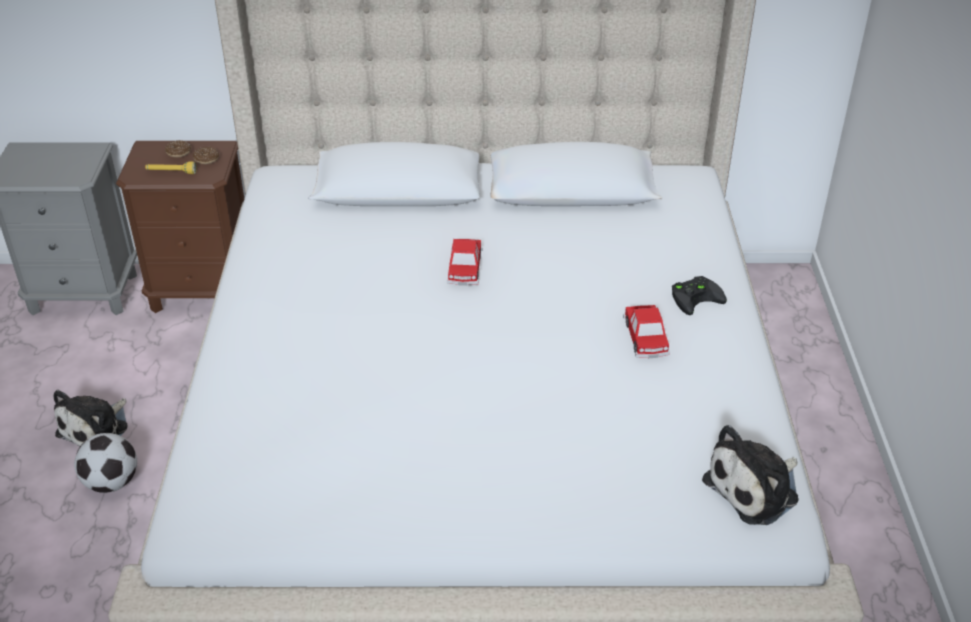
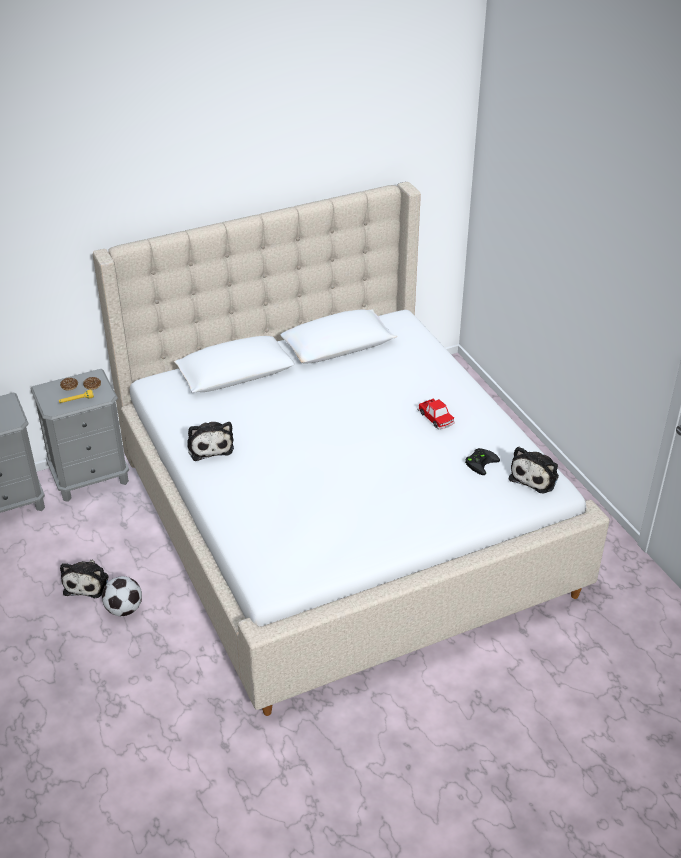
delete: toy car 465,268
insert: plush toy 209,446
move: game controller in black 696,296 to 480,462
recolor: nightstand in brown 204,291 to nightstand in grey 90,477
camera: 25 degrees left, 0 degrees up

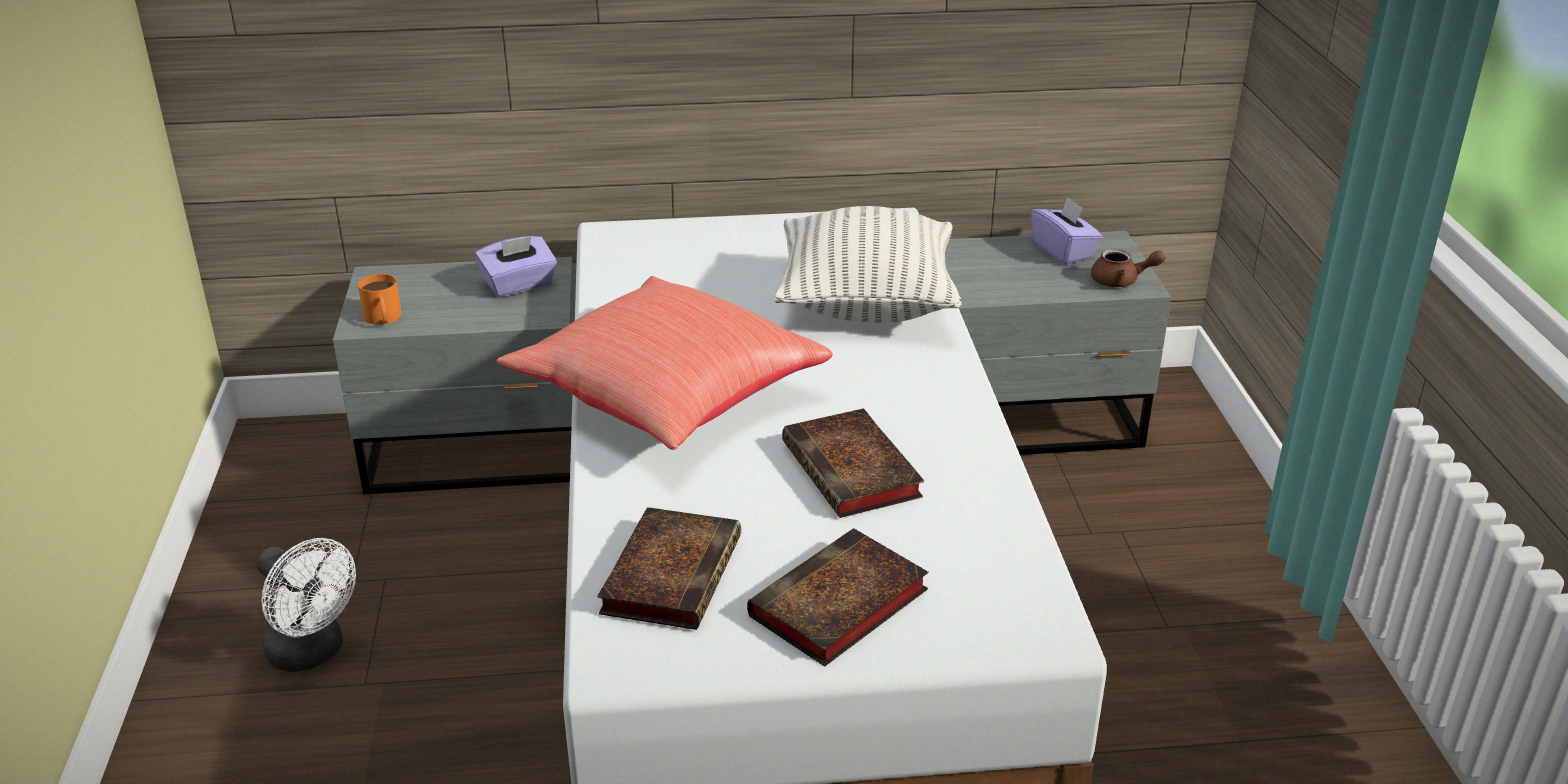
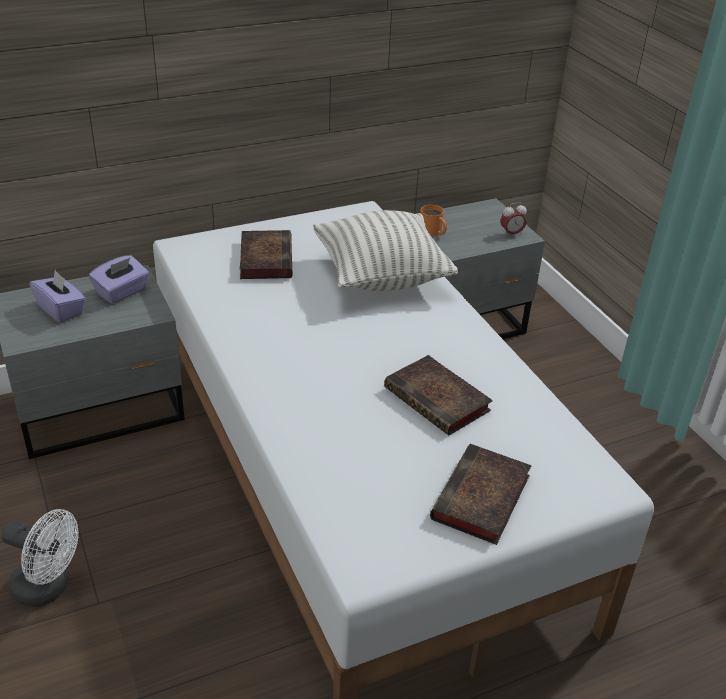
delete: pillow in red 665,400
move: mug in orange 383,319 to 433,232; book 671,573 to 265,258; tissue box in purple 1063,251 to 61,310
replace: teapot in brown 1121,281 to alarm clock 511,234
camera: 20 degrees left, 5 degrees up

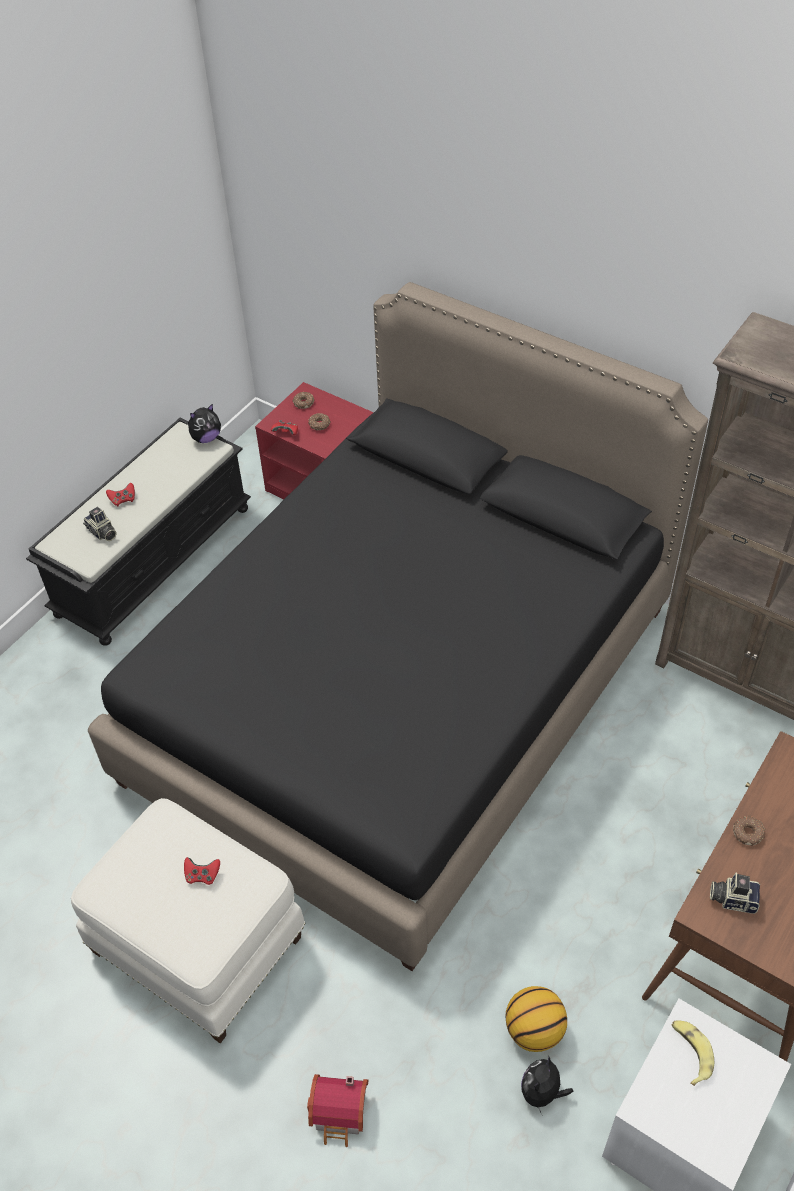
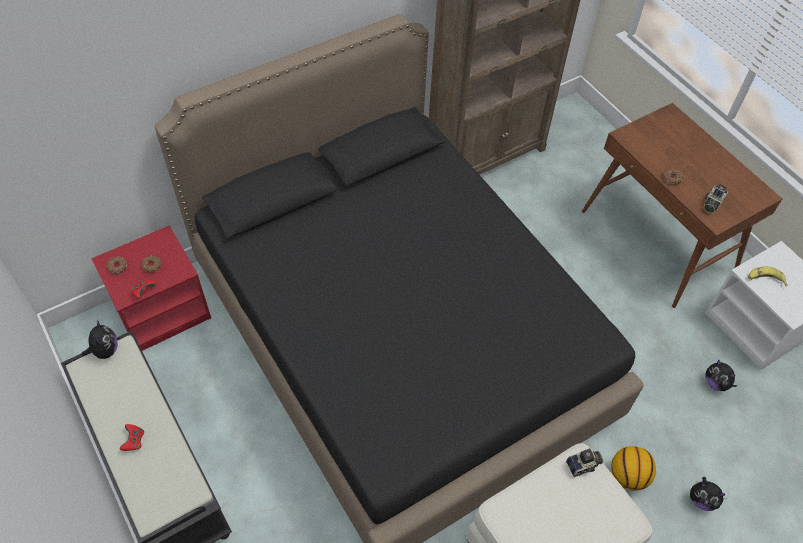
delete: game controller in red 202,875
move: photo camera 102,533 to 583,466; basketball 534,1030 to 628,476
replace: toy house 341,1114 to plush toy 701,500
camera: 70 degrees left, 5 degrees up

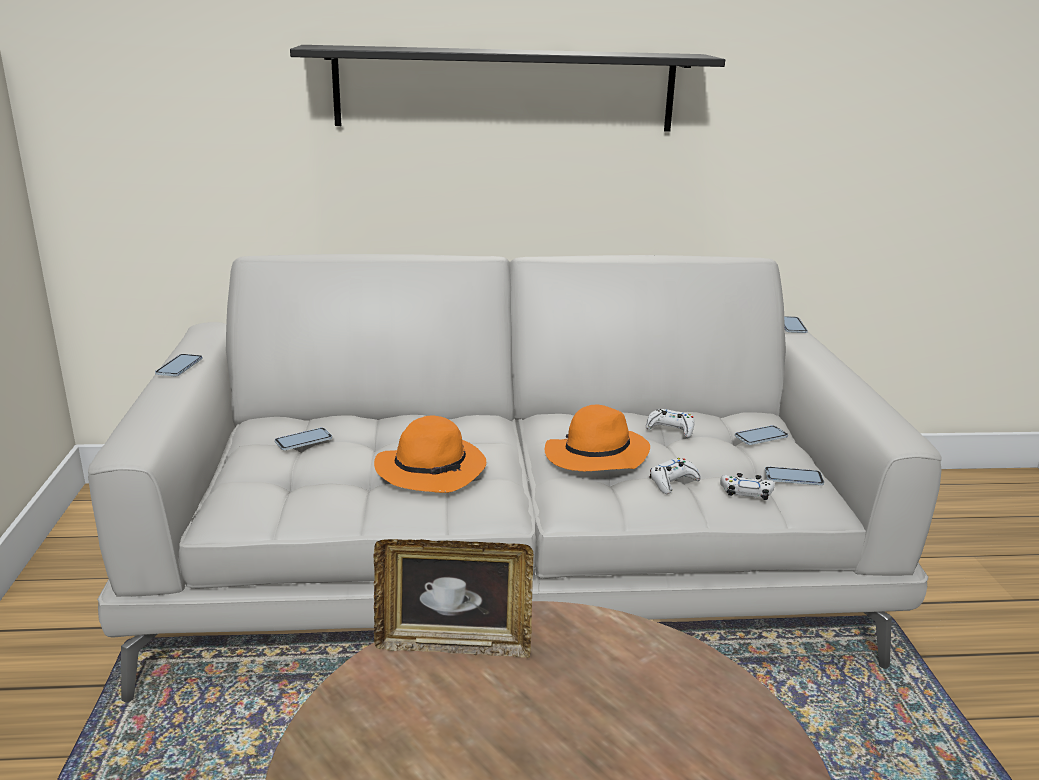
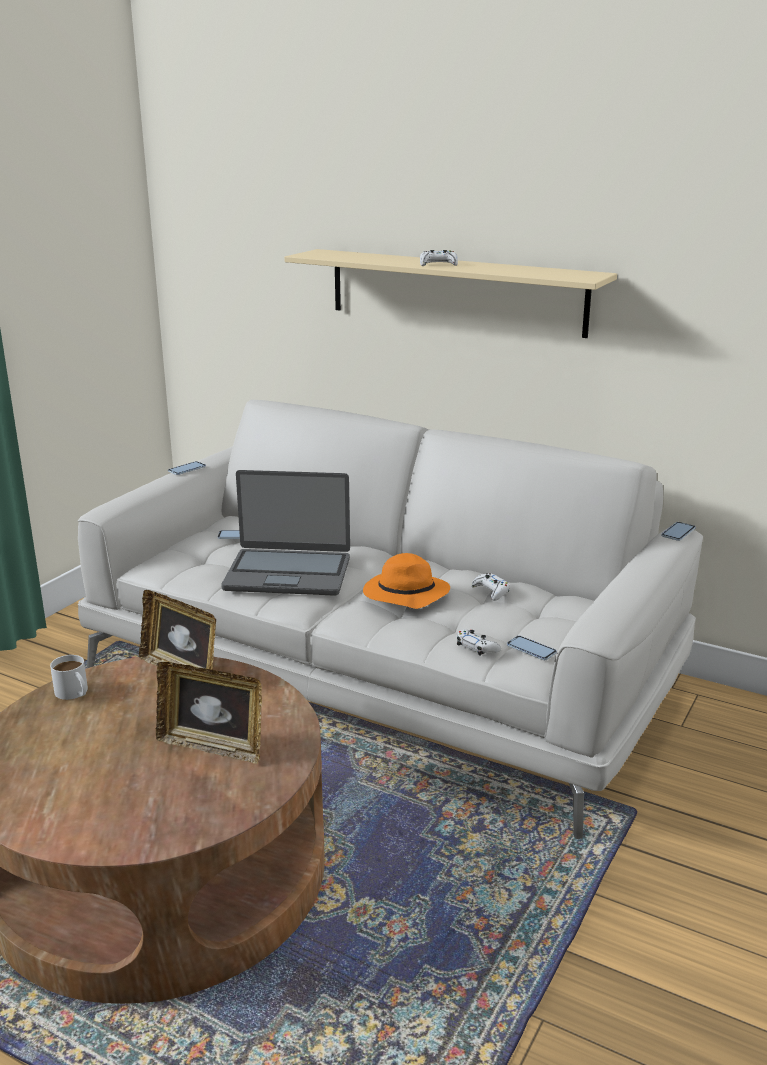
delete: phone 761,436
insert: mug in white 74,693; picture frame 212,746
move: game controller in white 673,482 to 438,264
replace: hat in orange 432,469 to laptop 288,573
recolor: shelf in black 505,89 to shelf in beige 455,291
camera: 35 degrees right, 0 degrees up

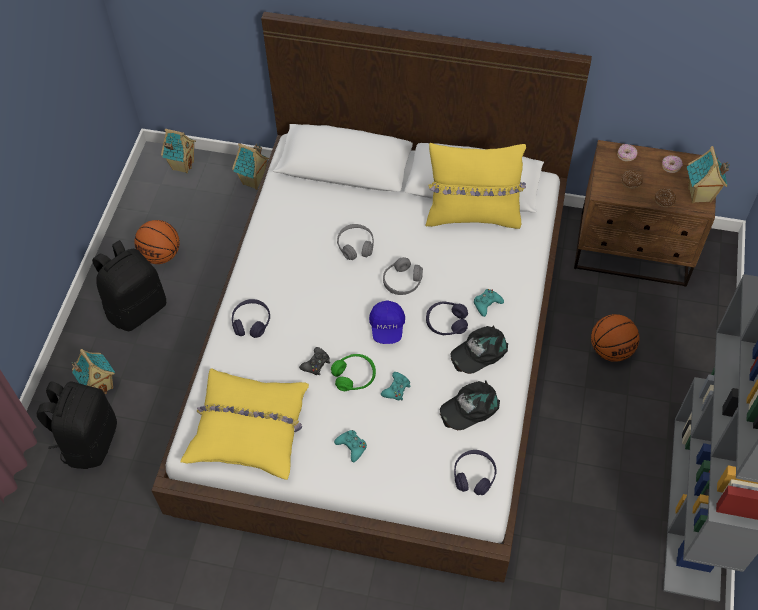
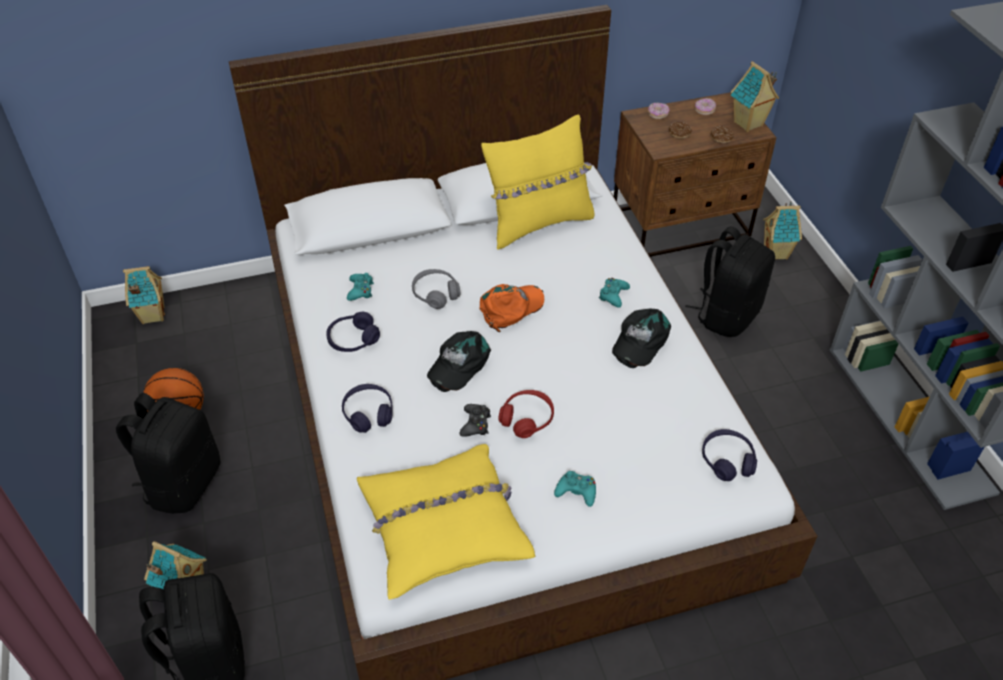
delete: cap in blue 387,327
move: toy house 254,181 to 776,253; game controller in turquoise 396,389 to 360,290; headphones in purple 446,322 to 353,339; cap in black 470,407 to 458,364
replace: headphones in grey 402,281 to cap in orange 511,308; basketball 611,349 to backpack in black 726,315
recolor: headphones in green 354,376 to headphones in red 527,419
camera: 30 degrees left, 10 degrees down

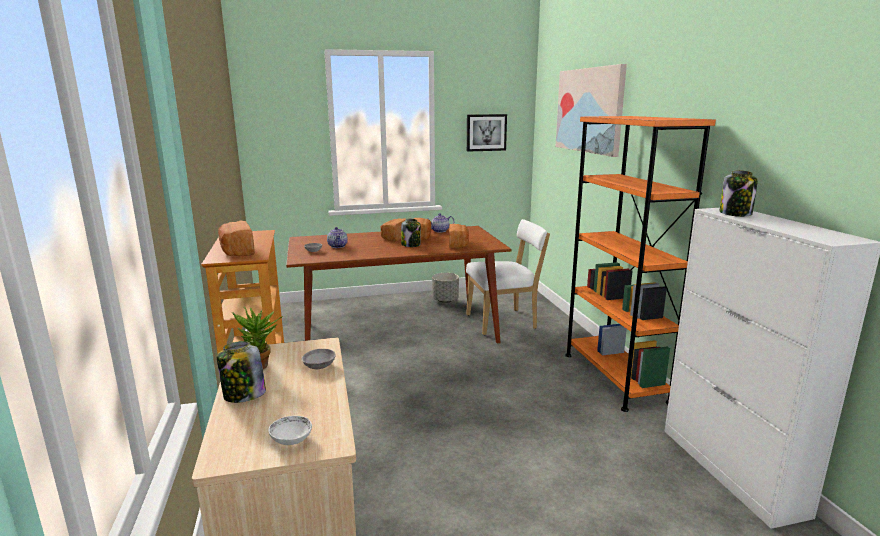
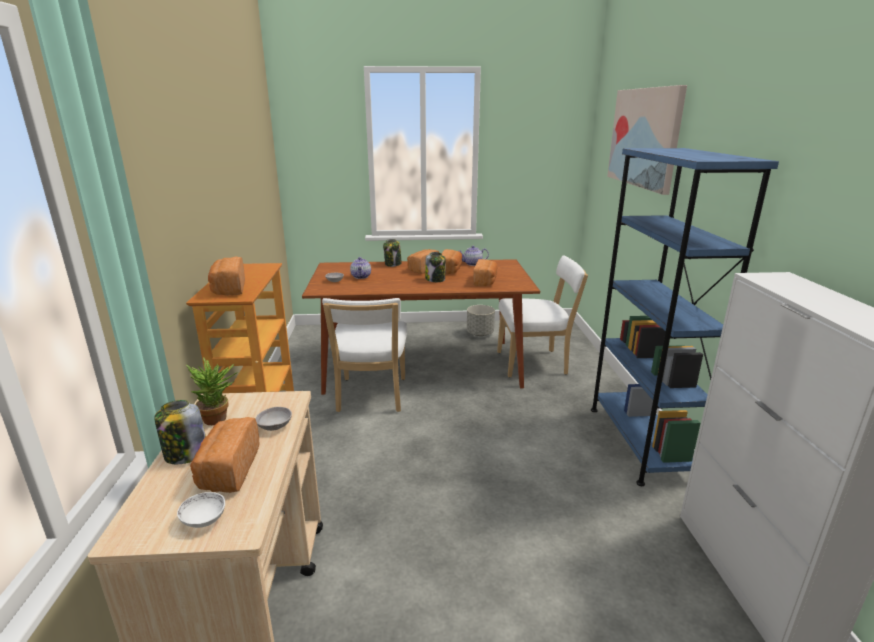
delete: picture 486,132
insert: bread 228,470; chair in white 371,397
move: jar 736,213 to 393,264
recolor: bookcase in orange 614,377 to bookcase in blue 639,442
camera: 10 degrees right, 5 degrees up

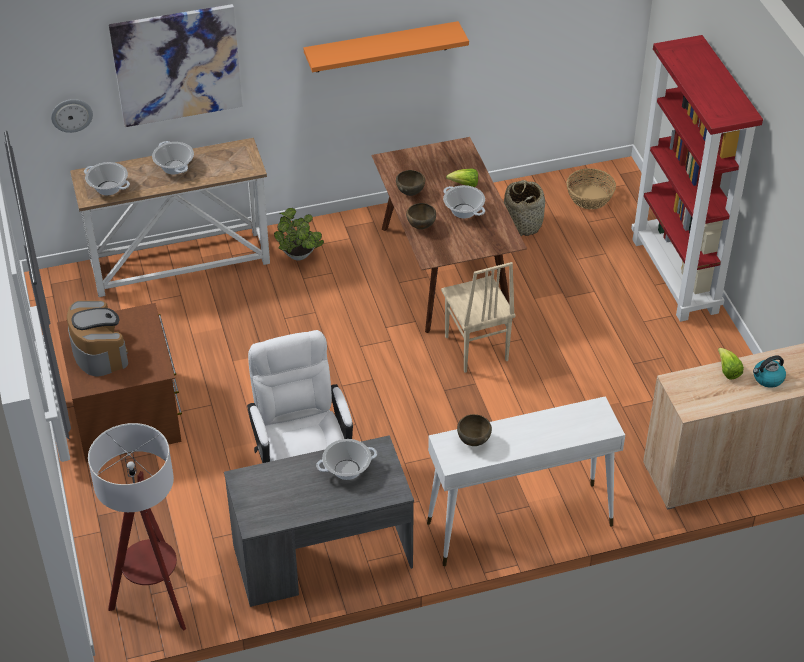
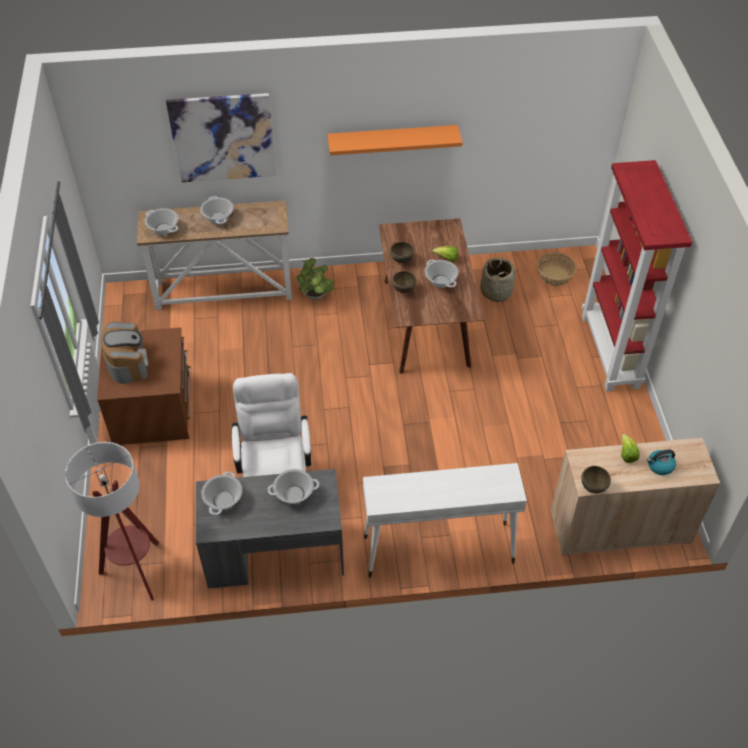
delete: wall clock 71,115; chair in beige 475,349
insert: cooking pot 223,500
move: bowl in brown 473,441 to 593,487
camera: 10 degrees right, 5 degrees up

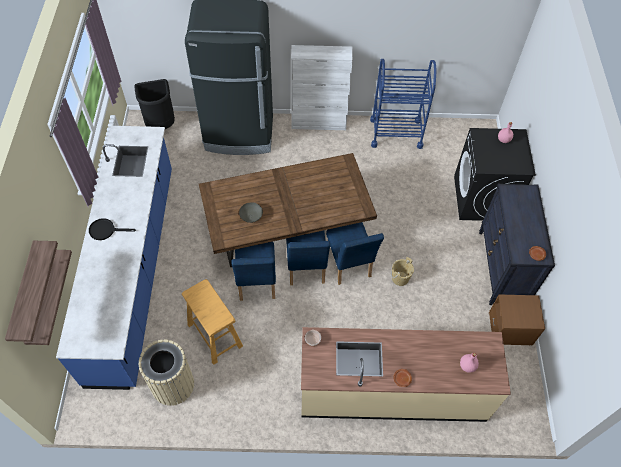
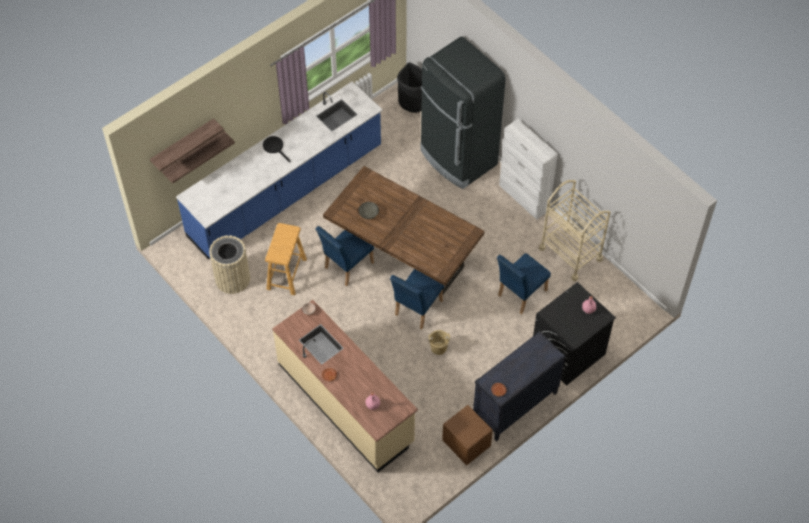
move: chair in blue 305,269 to 519,295
recolor: cart in blue 396,133 to cart in beige 570,253
camera: 50 degrees right, 0 degrees up

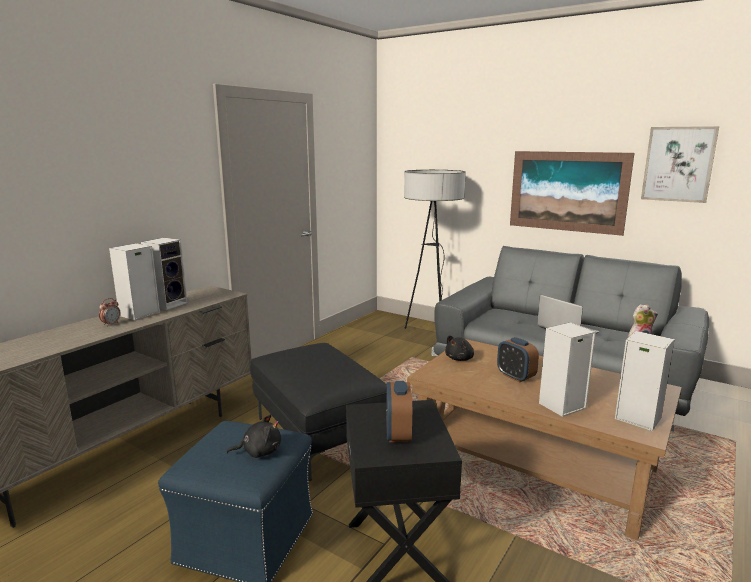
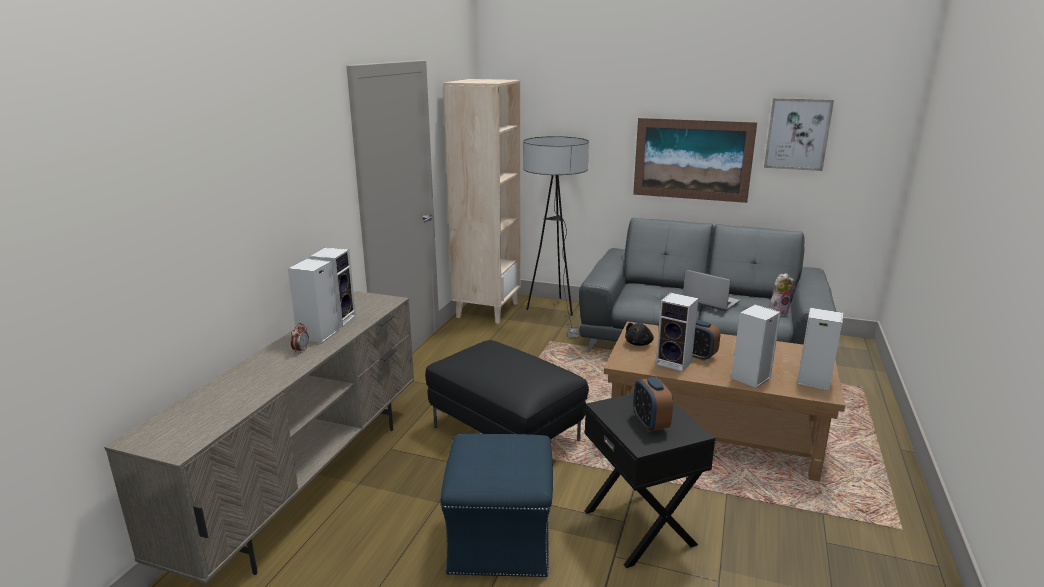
delete: plush toy in black 259,451
insert: bookcase in beige 487,310; speaker 675,363
camera: 15 degrees left, 5 degrees up

